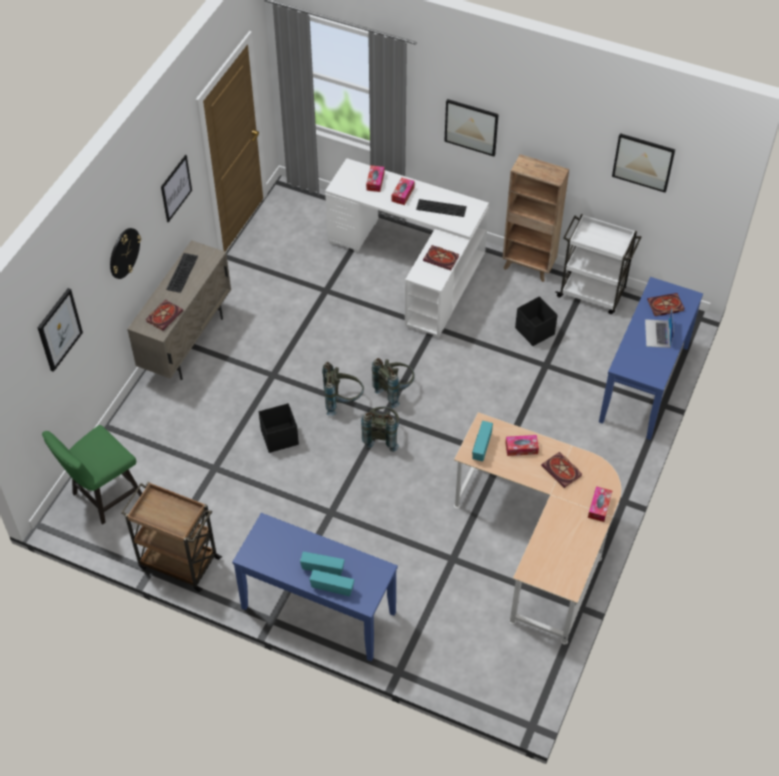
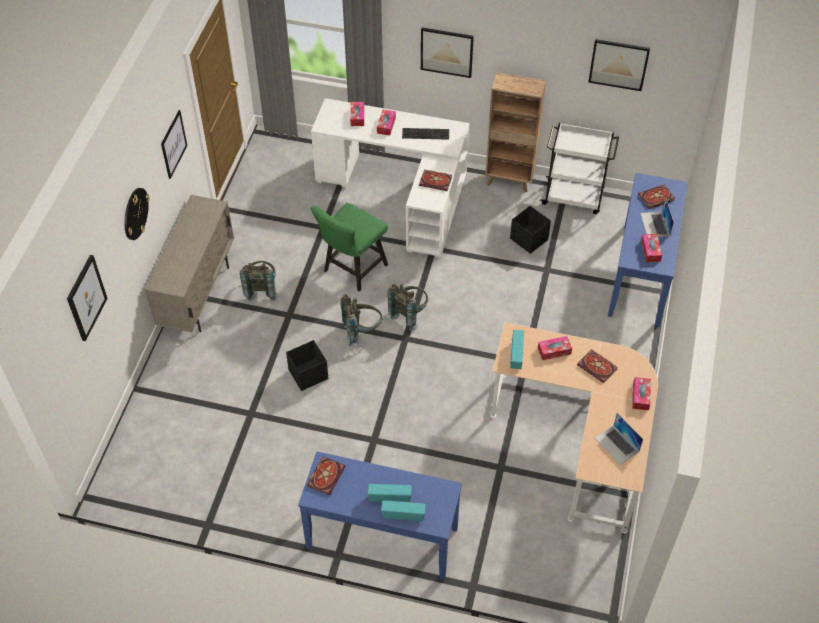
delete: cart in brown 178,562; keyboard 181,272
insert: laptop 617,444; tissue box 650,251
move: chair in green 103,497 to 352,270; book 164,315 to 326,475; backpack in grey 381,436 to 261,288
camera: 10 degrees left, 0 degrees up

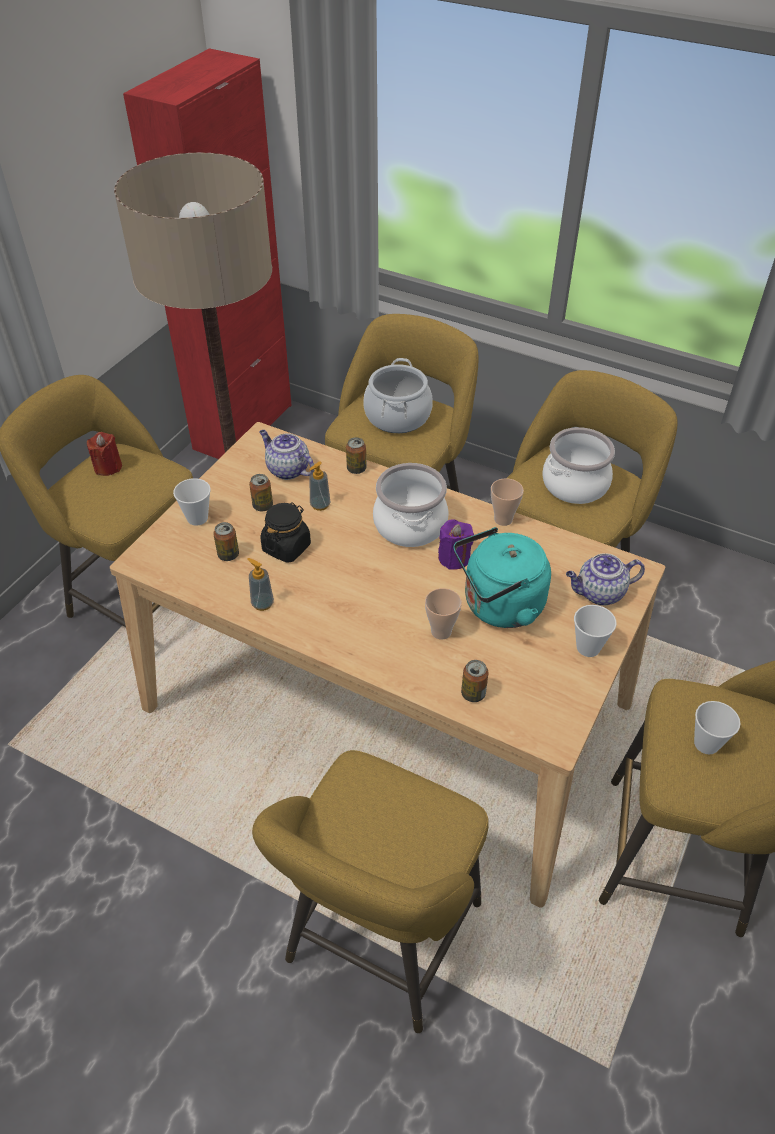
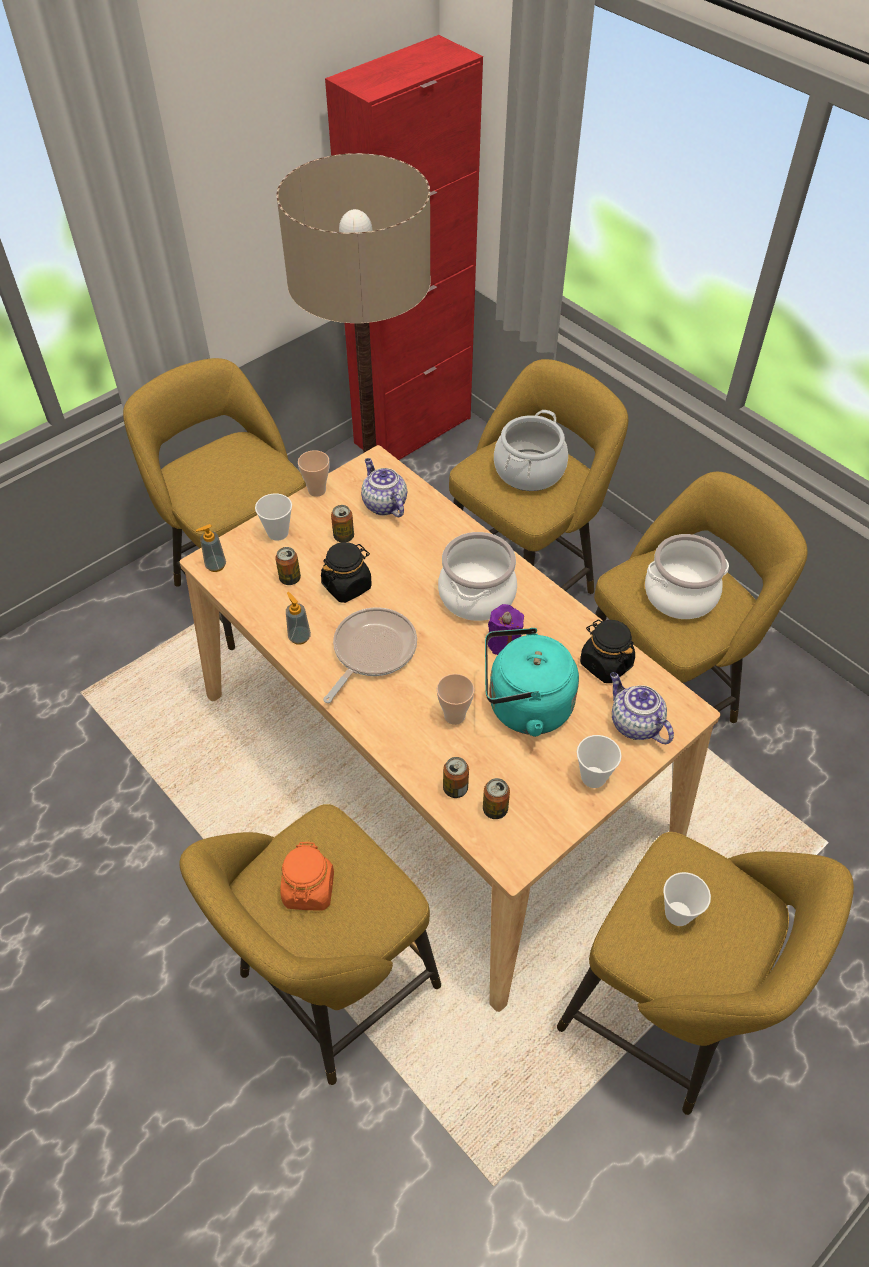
delete: candle in red 108,467
insert: jar in orange 309,889; frying pan 371,651; jar in black 605,664
move: soap dispenser 320,505 to 215,565; can 356,469 to 495,809; cup 503,519 to 317,490
rotate: teapot 599,593 = 634,723 45 degrees clockwise
camera: 20 degrees right, 5 degrees up

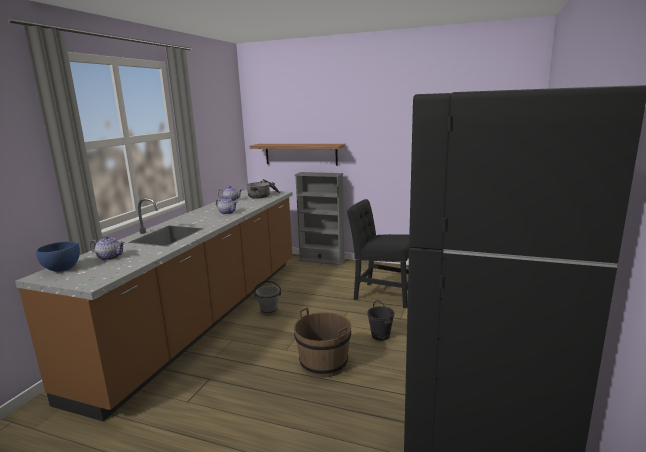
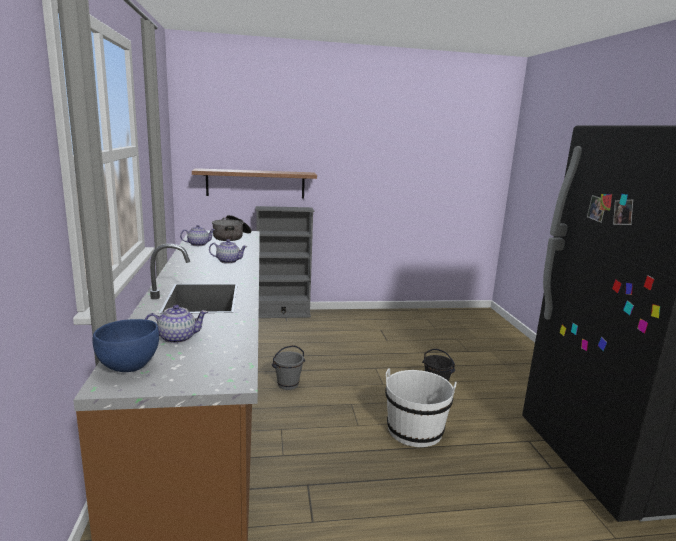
delete: chair in black 382,295
recolor: bucket in brown 324,363 to bucket in white 415,430
camera: 30 degrees left, 0 degrees up

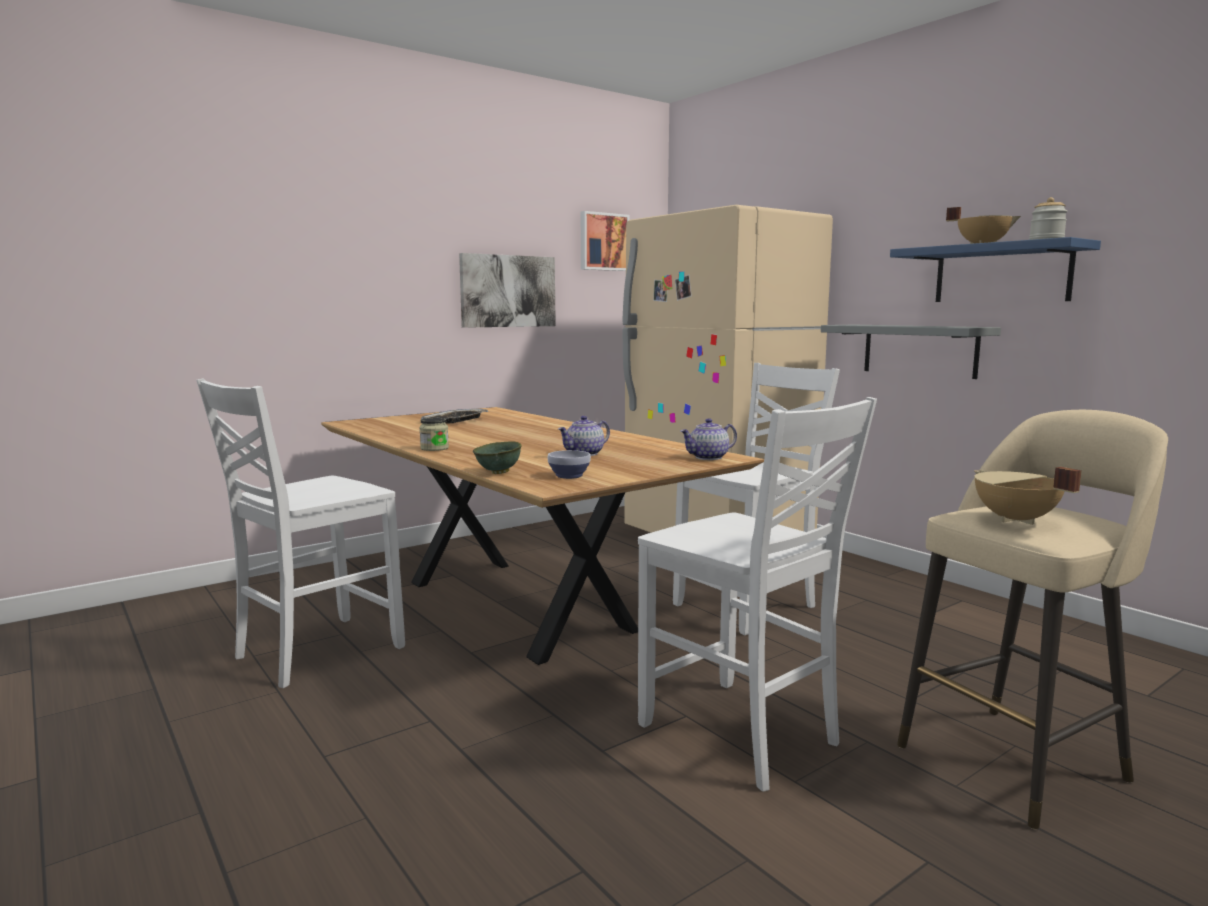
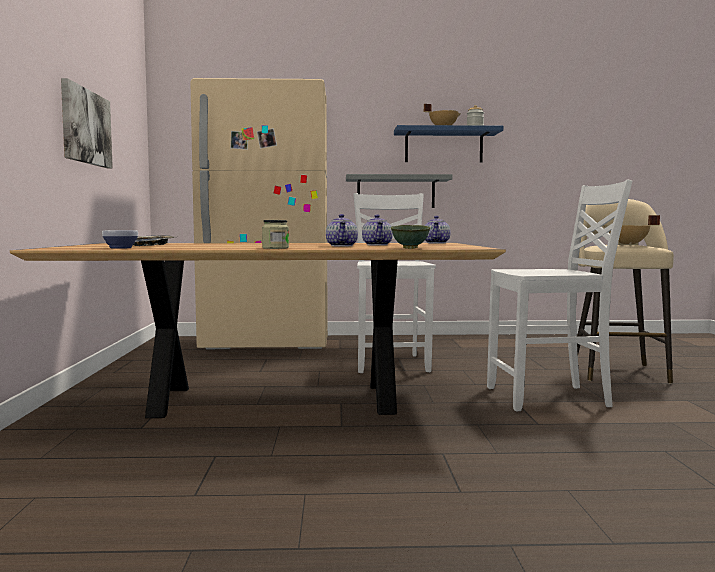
delete: chair in white 315,652; picture 603,242
insert: teapot 342,246
move: bowl 569,475 to 120,248
camera: 55 degrees left, 5 degrees down

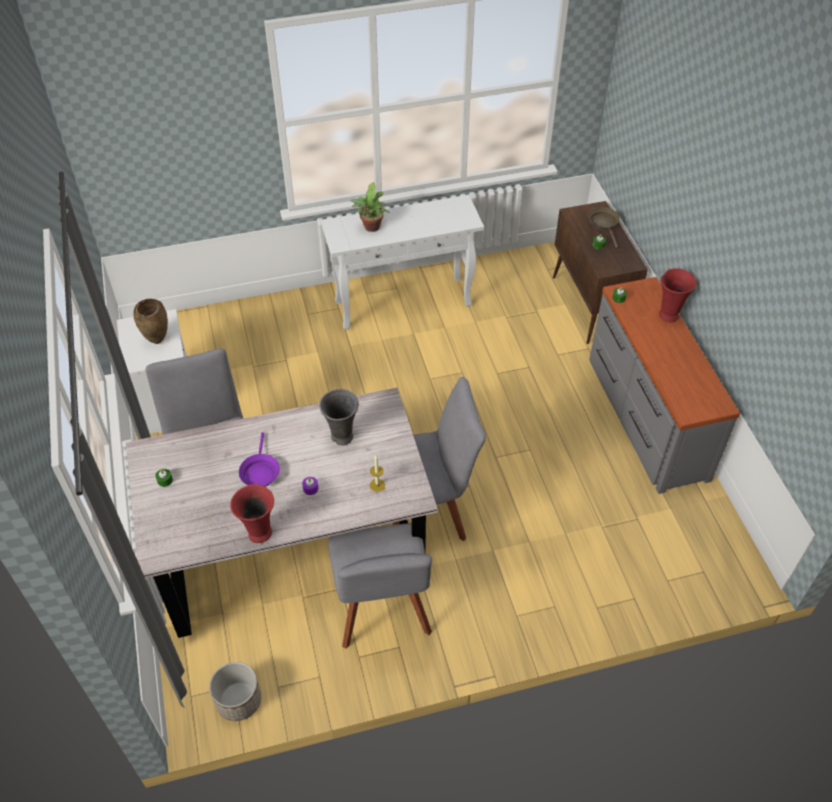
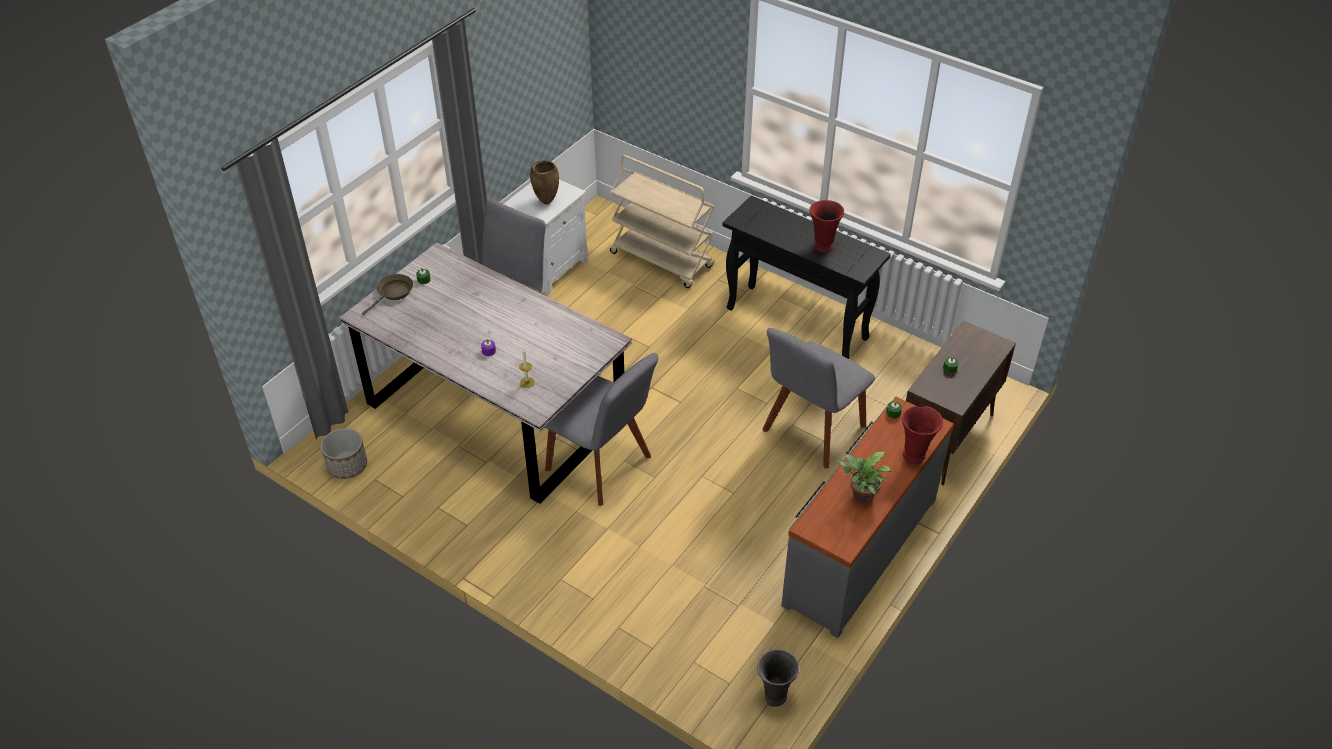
delete: frying pan in purple 260,471
insert: cart in beige 662,260
move: vase in red 259,534 to 822,246; vase in grey 342,437 to 774,697; chair in grey 382,611 to 811,432; potted plant 371,228 to 860,497; frying pan in brown 604,224 to 393,293
recolor: console table in white 404,303 to console table in black 798,324
camera: 50 degrees right, 5 degrees down

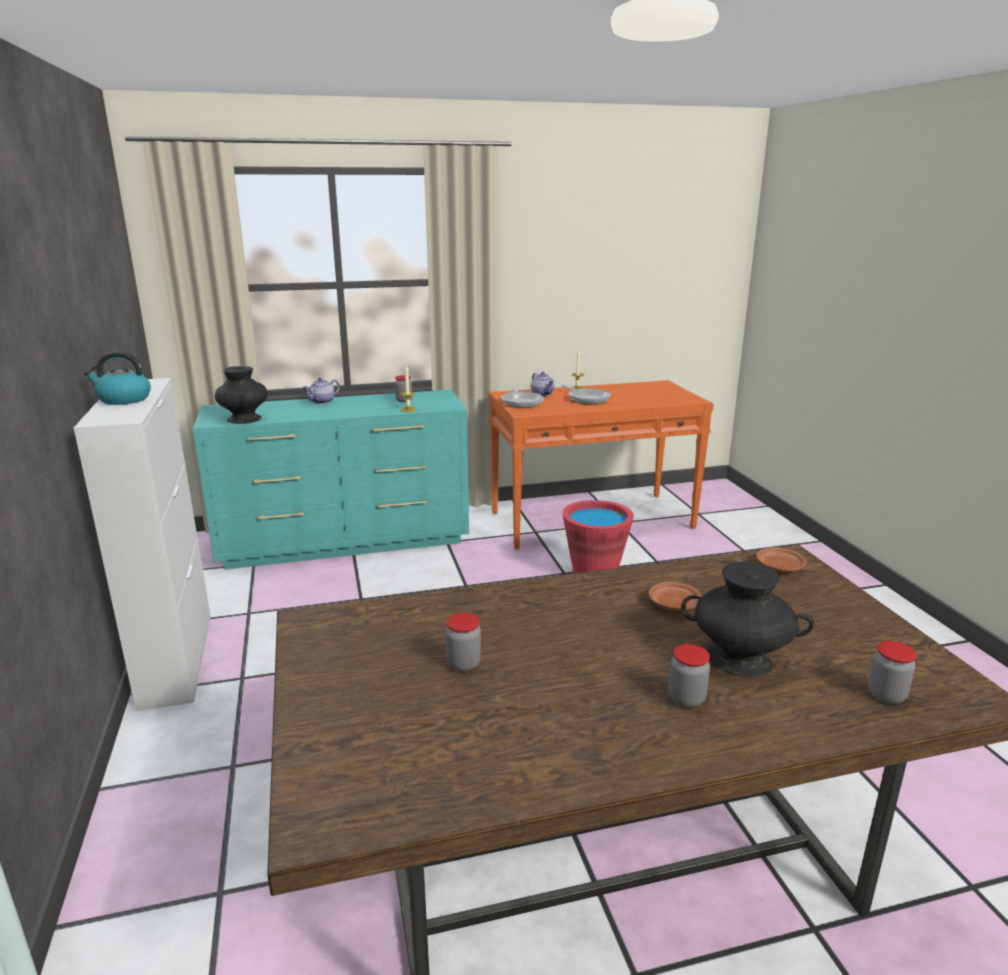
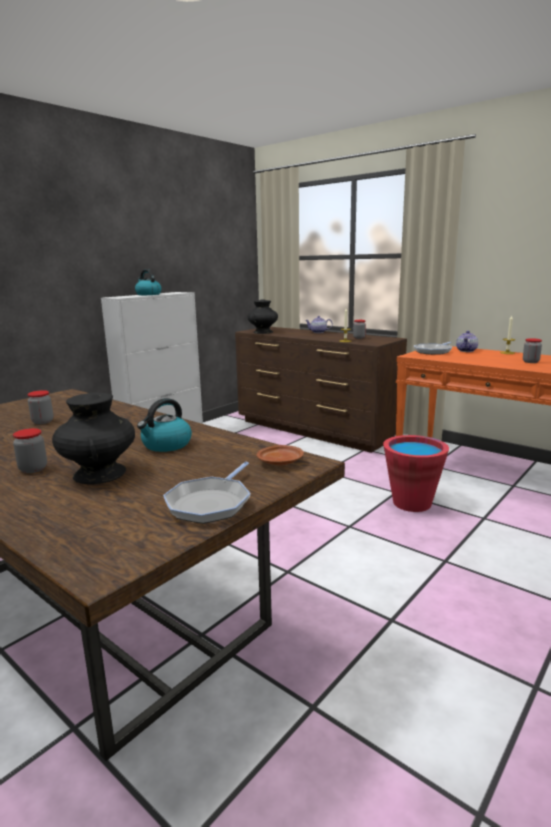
move: frying pan 587,399 to 210,503; jar 886,695 to 530,362
replace: plate in brown 674,604 to kettle 166,445
recolor: dresser in turquoise 346,542 to dresser in brown 315,430
camera: 55 degrees right, 5 degrees down

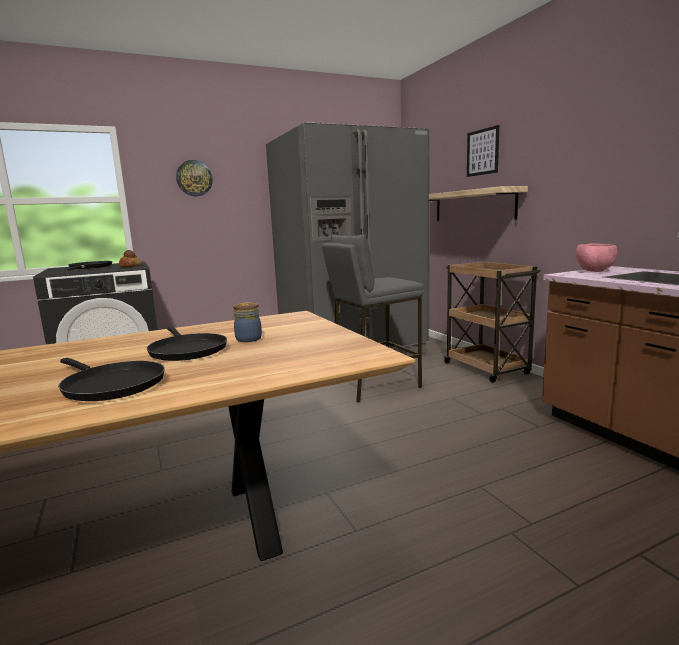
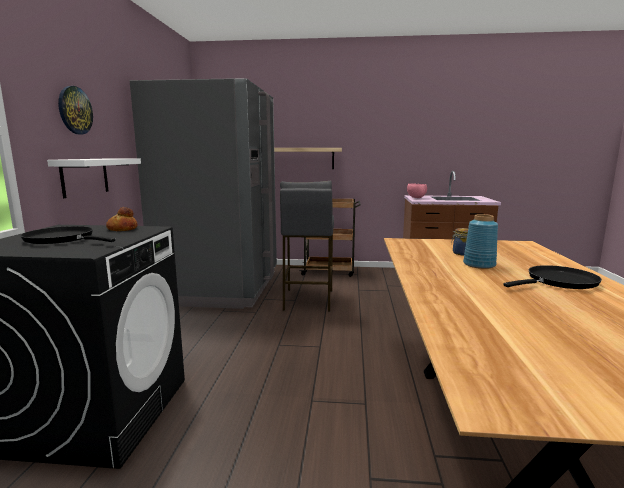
delete: picture 482,152
insert: shelf in white 85,176
replace: frying pan in black 187,350 to vase in blue 479,265
camera: 60 degrees left, 0 degrees up

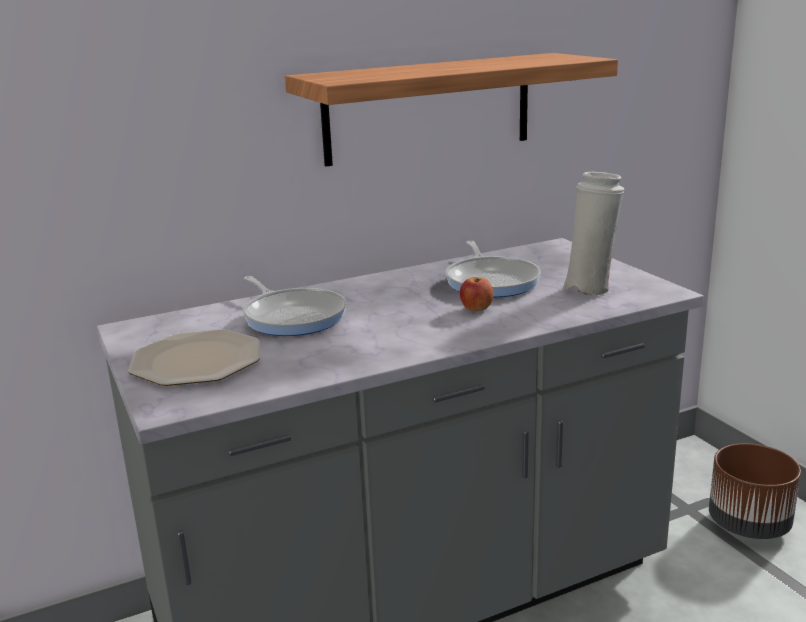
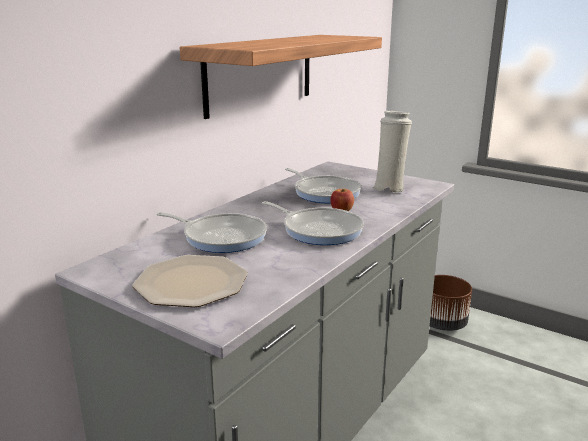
insert: frying pan 319,230
camera: 30 degrees left, 0 degrees up

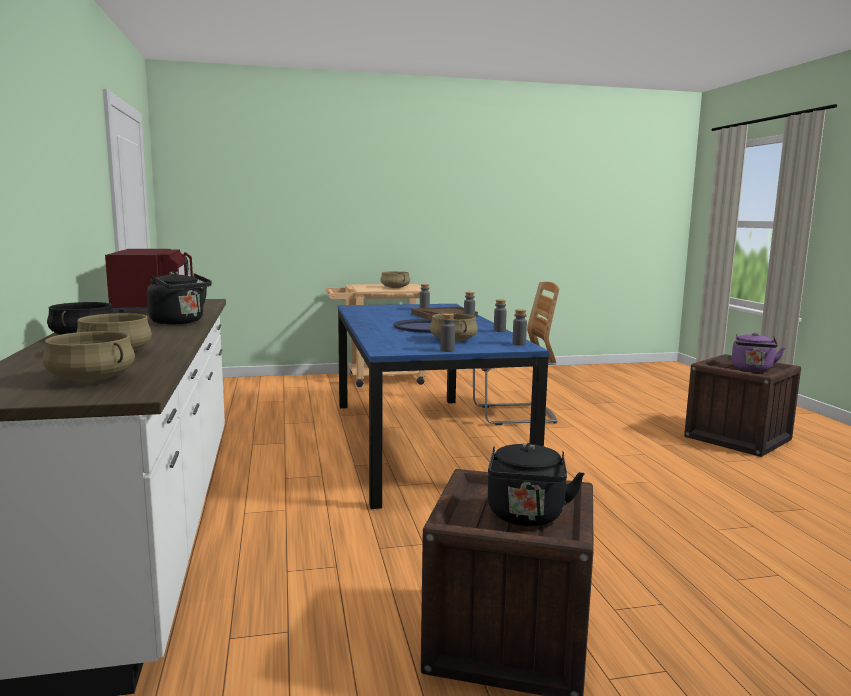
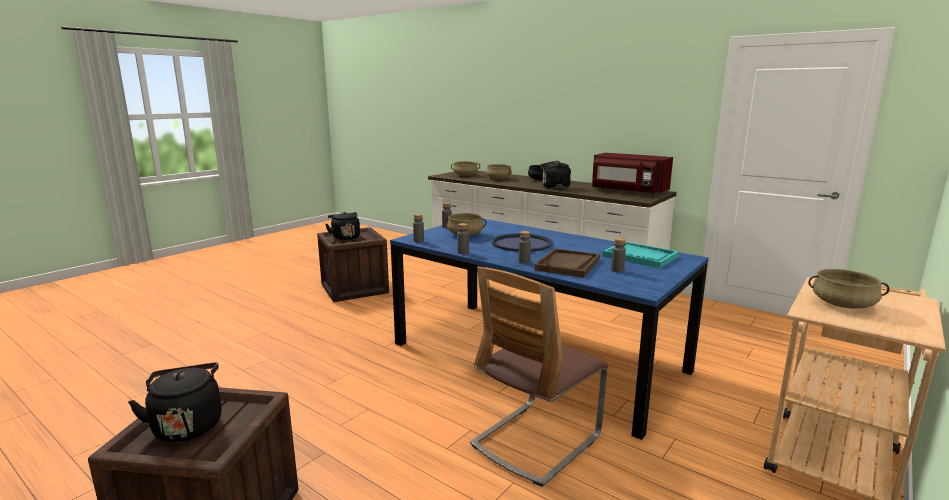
insert: tray in turquoise 640,256
recolor: kettle in purple 752,369 to kettle in black 188,425
camera: 140 degrees right, 5 degrees up

